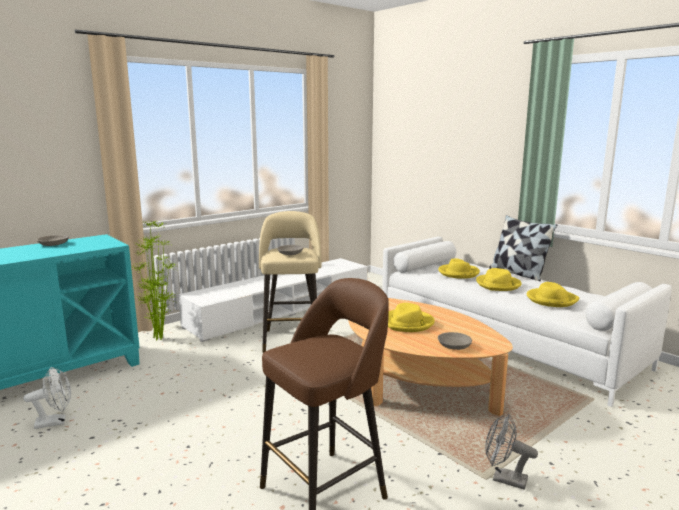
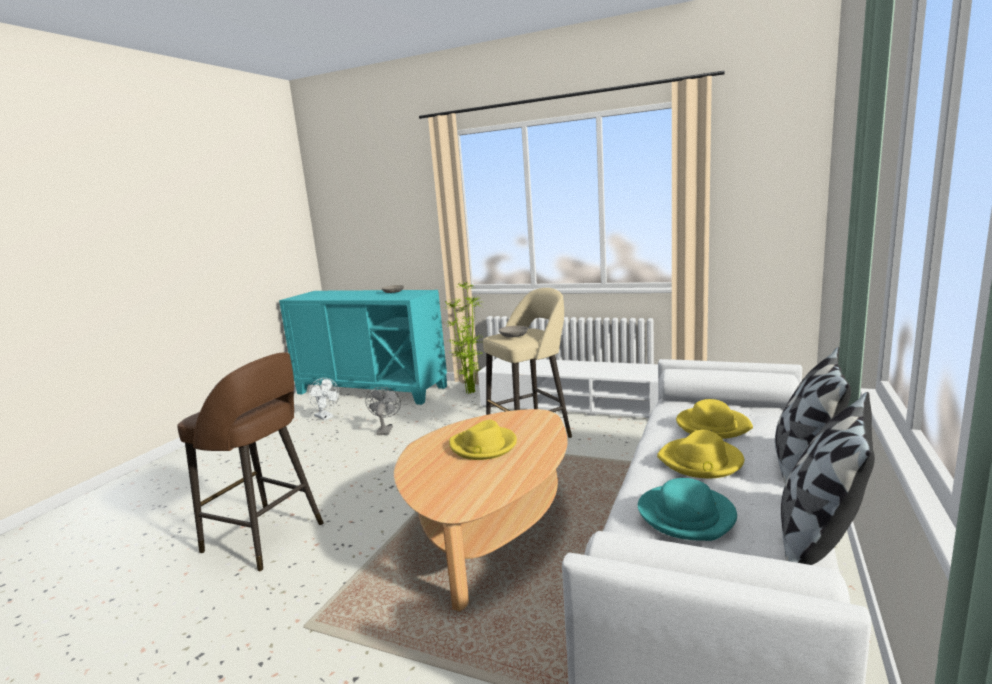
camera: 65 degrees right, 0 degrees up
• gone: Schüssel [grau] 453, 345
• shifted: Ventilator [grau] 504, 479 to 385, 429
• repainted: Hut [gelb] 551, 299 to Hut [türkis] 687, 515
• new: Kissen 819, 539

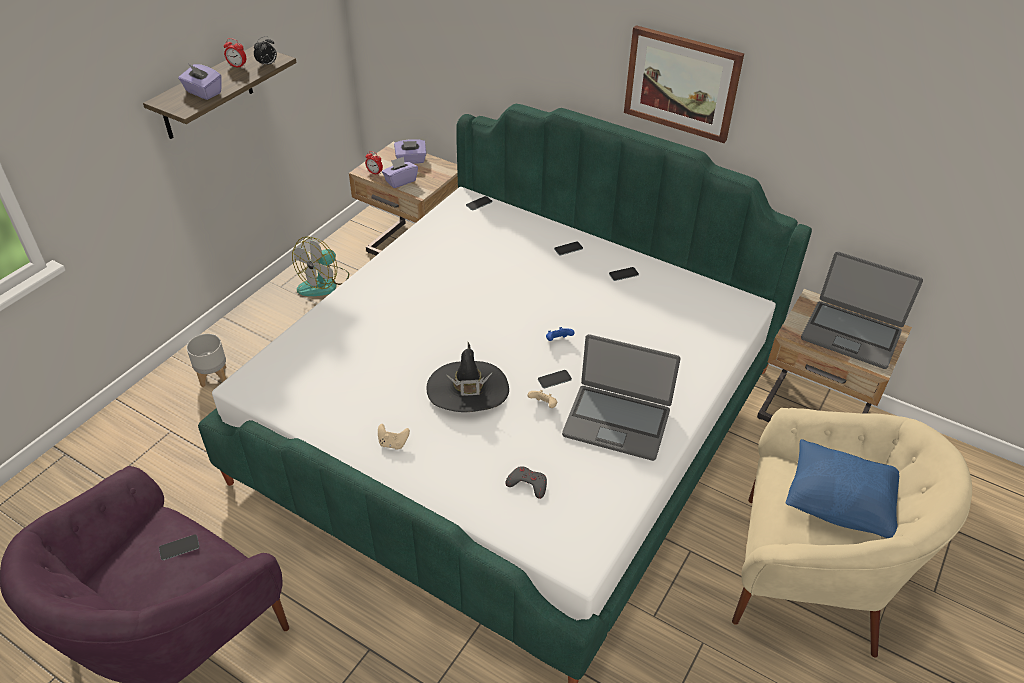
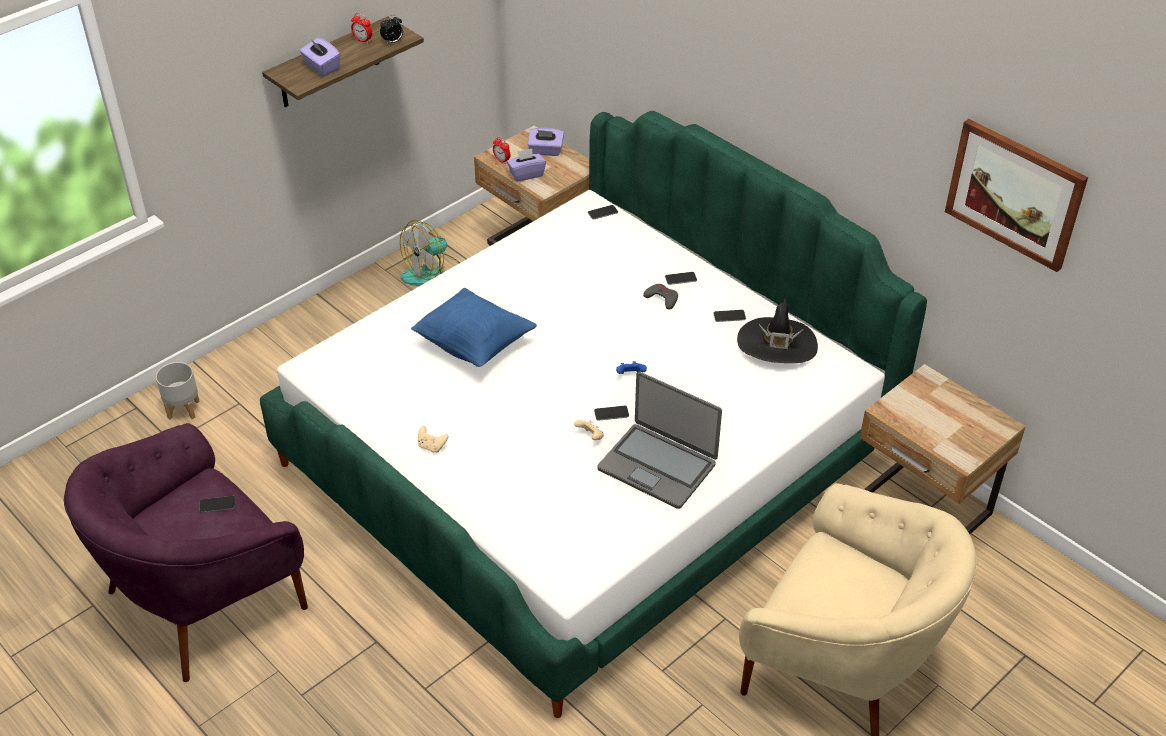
camera: 15 degrees right, 0 degrees up
• shifted: Pflanzkübel [grau] 214, 376 to 184, 409
• shifted: Hut [schwarz] 468, 390 to 777, 345
• shifted: Gamepad [grau] 527, 484 to 662, 298
• shifted: Bild 681, 83 to 1015, 193
• shifted: Kissen [blau] 840, 504 to 474, 345
• gone: Laptop 851, 334

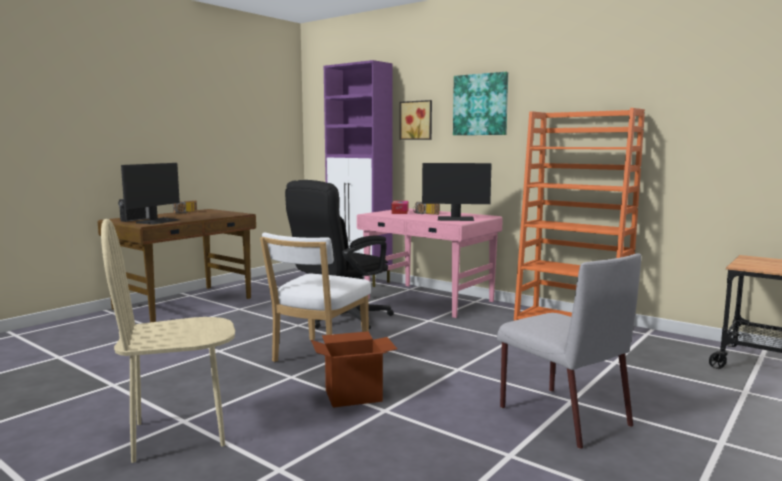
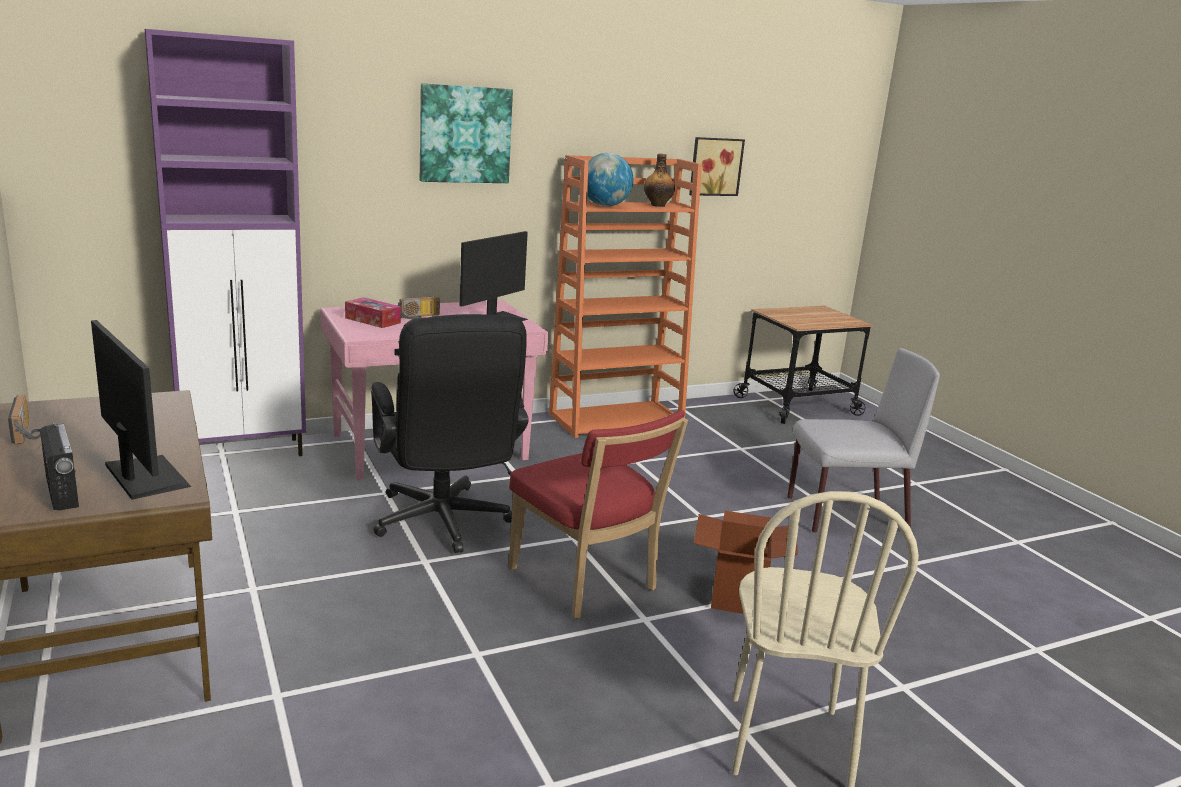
camera: 65 degrees left, 10 degrees up
• repainted: Stuhl [weiß] 318, 357 to Stuhl [rot] 586, 582
• shifted: Bild 417, 120 to 714, 166
• new: Globus 605, 206
• new: Flasche 657, 205

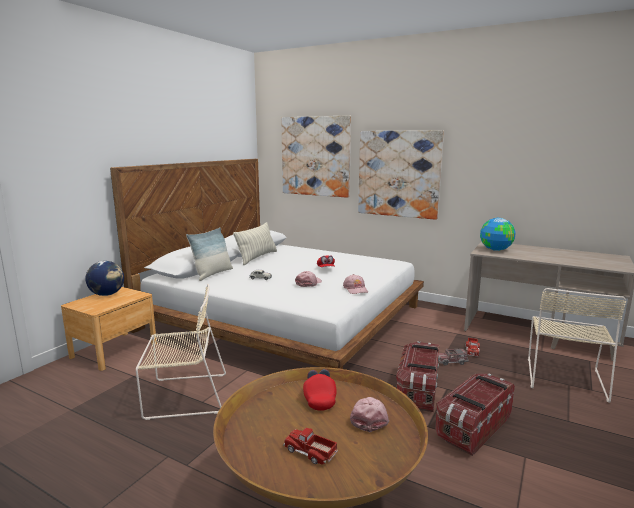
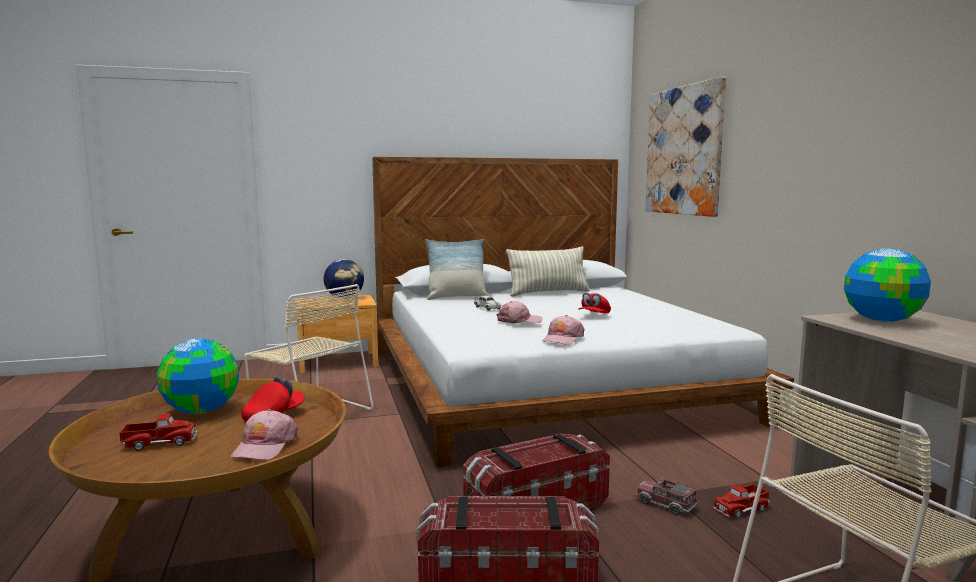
camera: 45 degrees right, 5 degrees down
• rotated: Spielzeuglaster 310, 452 = 160, 443 90 degrees clockwise
• rotated: Kappe [rosa] 369, 417 = 264, 446 135 degrees clockwise
• gone: Bild 398, 174
• new: Globus 202, 410

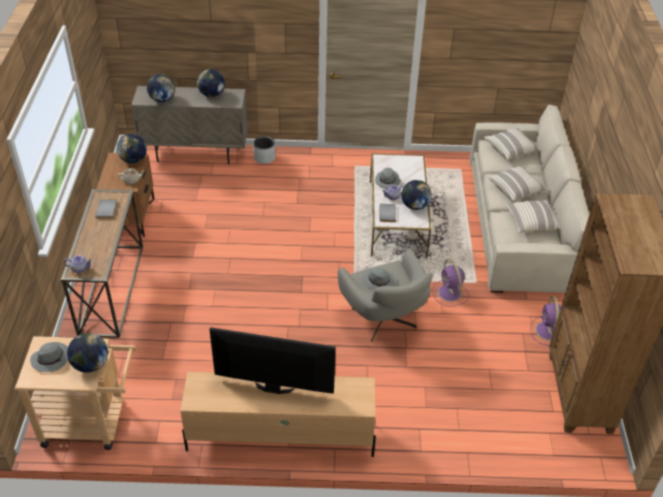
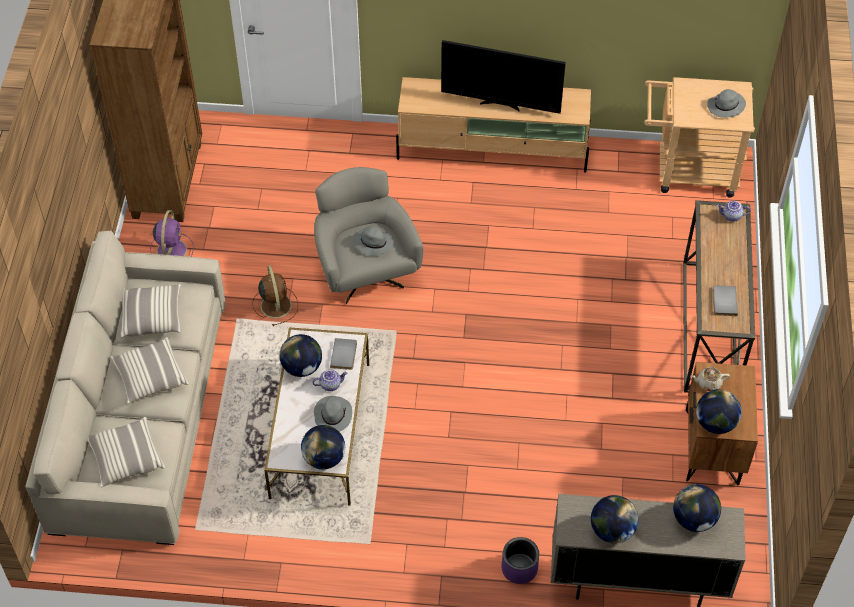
camera: 175 degrees left, 10 degrees up
• shifted: Globus 90, 365 to 324, 458
• repainted: Pflanzkübel [grau] 264, 158 to Pflanzkübel [lila] 519, 568
• repainted: Ventilator [lila] 450, 293 to Ventilator [braun] 275, 304

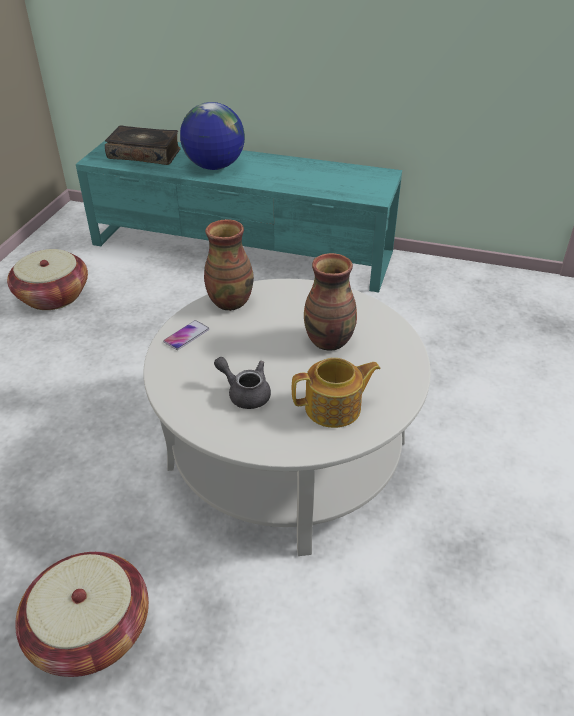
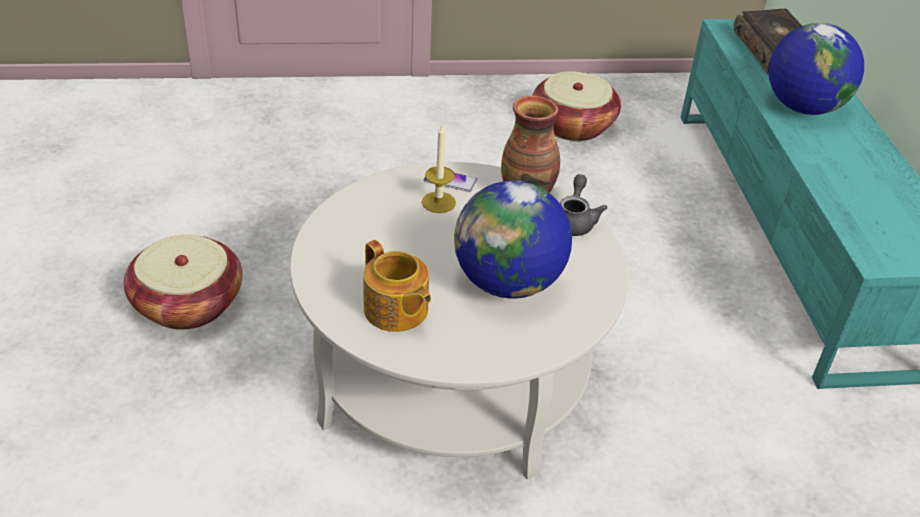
camera: 65 degrees right, 0 degrees up
• shifted: Teekanne [grau] 245, 393 to 574, 221
• swapped: Vase 330, 341 to Globus 508, 283
• new: Kerze 438, 202

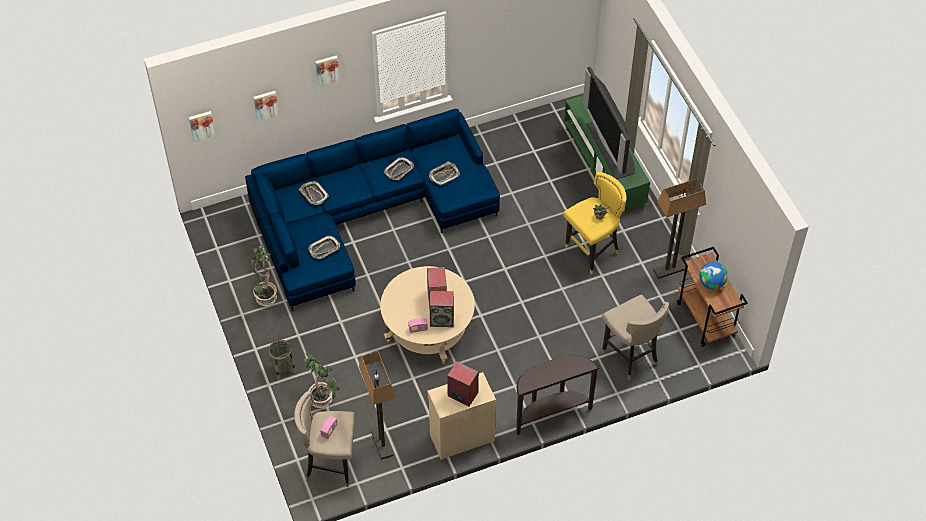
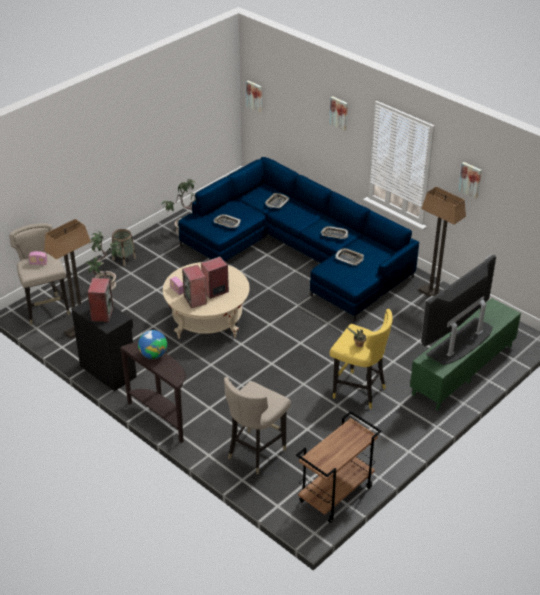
camera: 65 degrees right, 15 degrees down
• shifted: Bild 265, 105 to 470, 179
• repainted: Schrank [beige] 461, 437 to Schrank [schwarz] 108, 370
• shifted: Stehlampe 669, 269 to 433, 294
• shifted: Globus 711, 283 to 153, 355

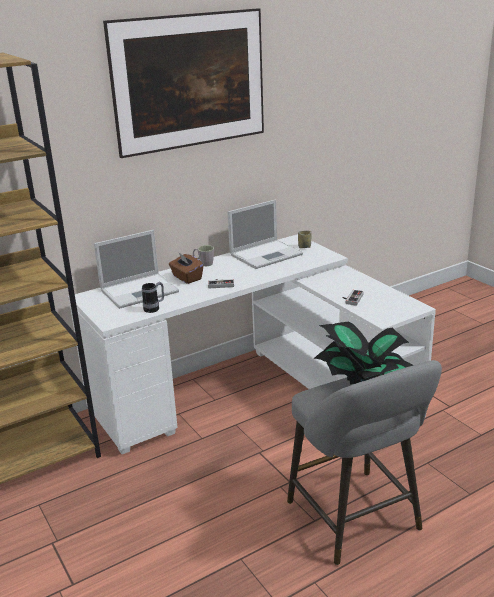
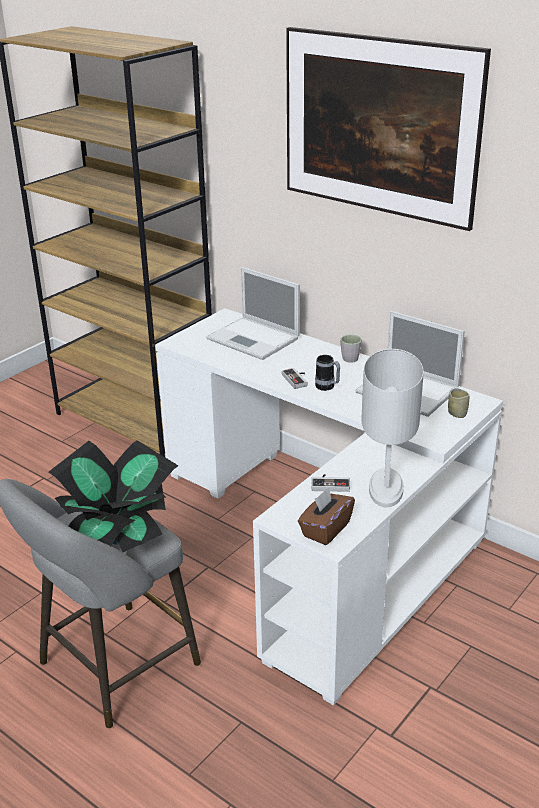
camera: 70 degrees right, 5 degrees up
• shifted: Henkelbecher 154, 308 to 327, 387
• shifted: Taschentuchbox [braun] 186, 278 to 325, 529
• new: Tischlampe [weiß] 385, 488

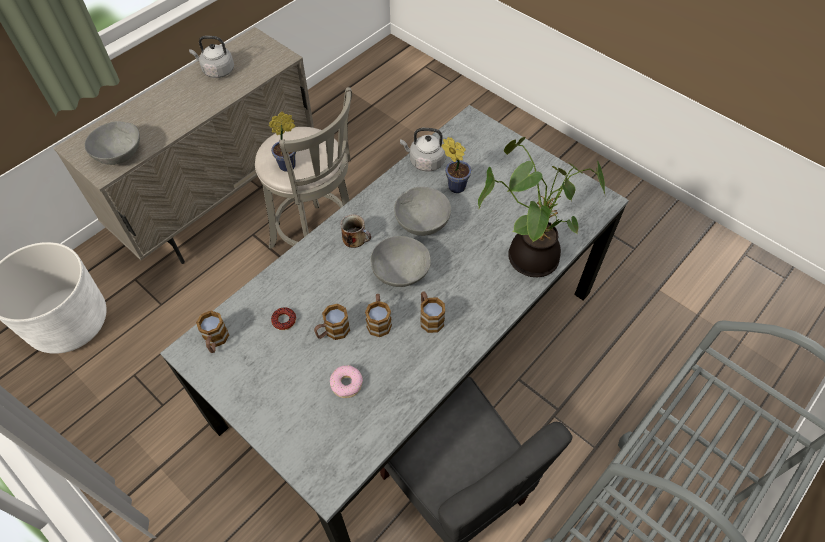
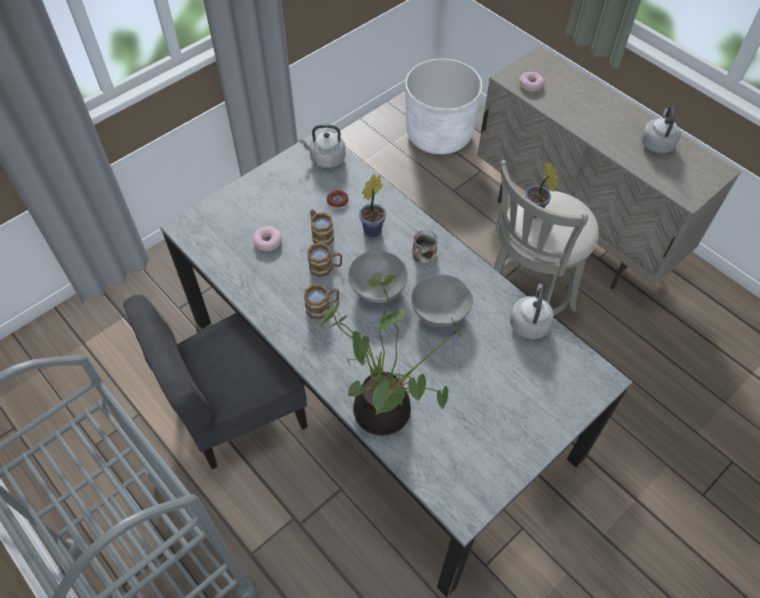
camera: 95 degrees right, 0 degrees up
• swapped: Schüssel [grau] 120, 155 to Donut 530, 85
• swapped: Henkelbecher 215, 341 to Wasserkessel [grau] 325, 159
• shifted: Topfpflanze 454, 186 to 374, 229

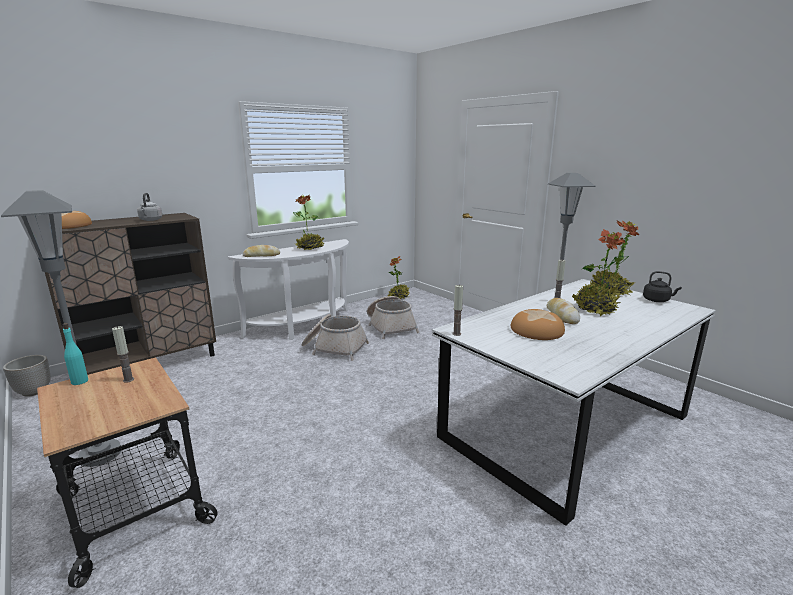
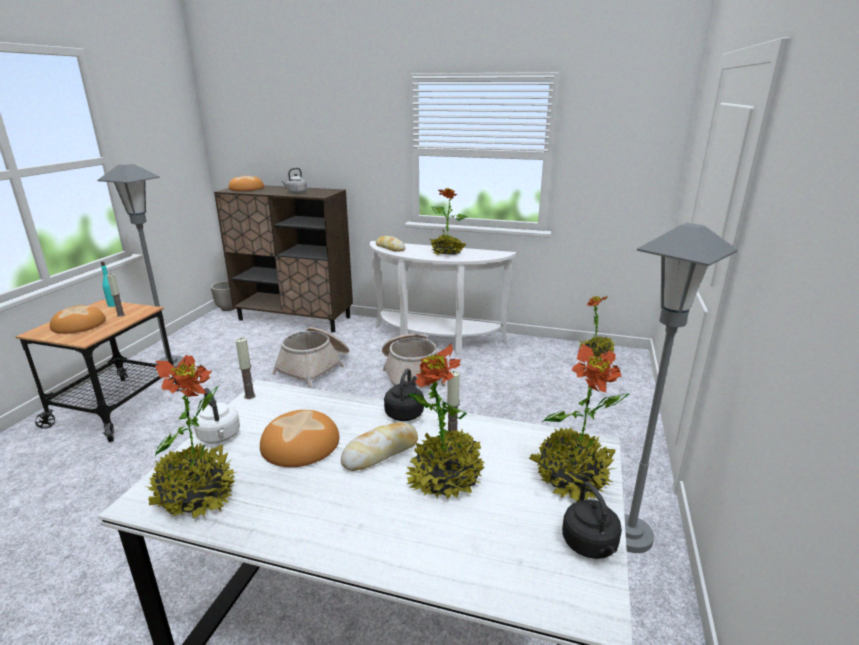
camera: 55 degrees right, 5 degrees up
• shifted: Korb 390, 326 to 315, 366
• new: Brot 79, 324
• new: Topfpflanze 196, 495
• new: Wasserkessel [weiß] 219, 437
• new: Wasserkessel [schwarz] 405, 413

